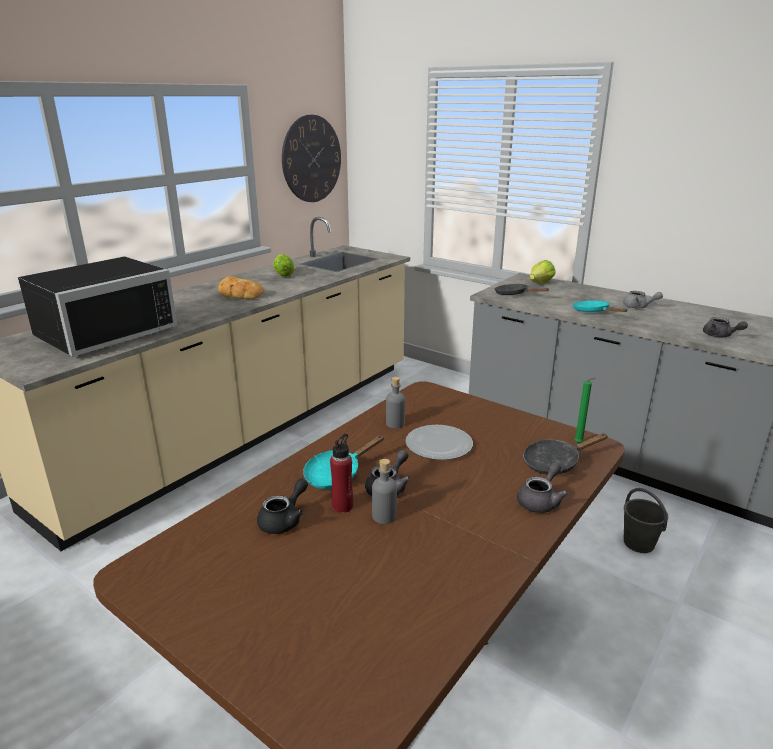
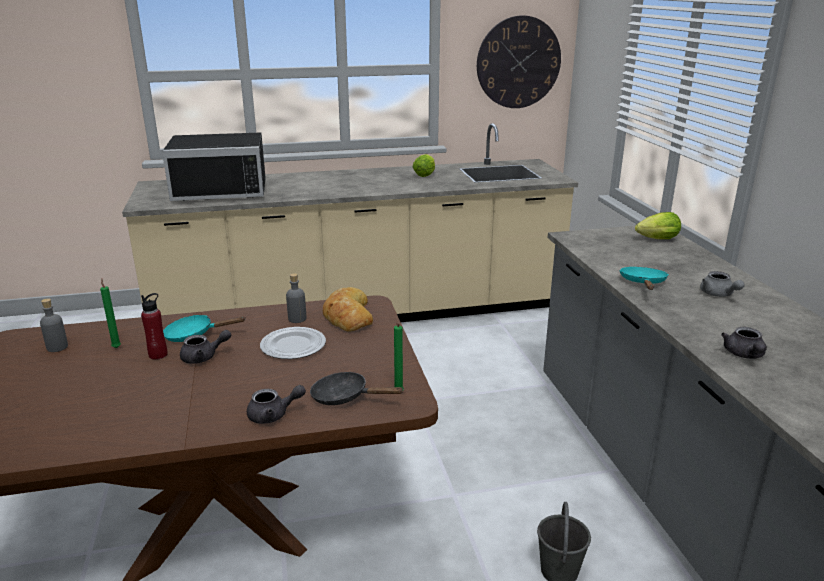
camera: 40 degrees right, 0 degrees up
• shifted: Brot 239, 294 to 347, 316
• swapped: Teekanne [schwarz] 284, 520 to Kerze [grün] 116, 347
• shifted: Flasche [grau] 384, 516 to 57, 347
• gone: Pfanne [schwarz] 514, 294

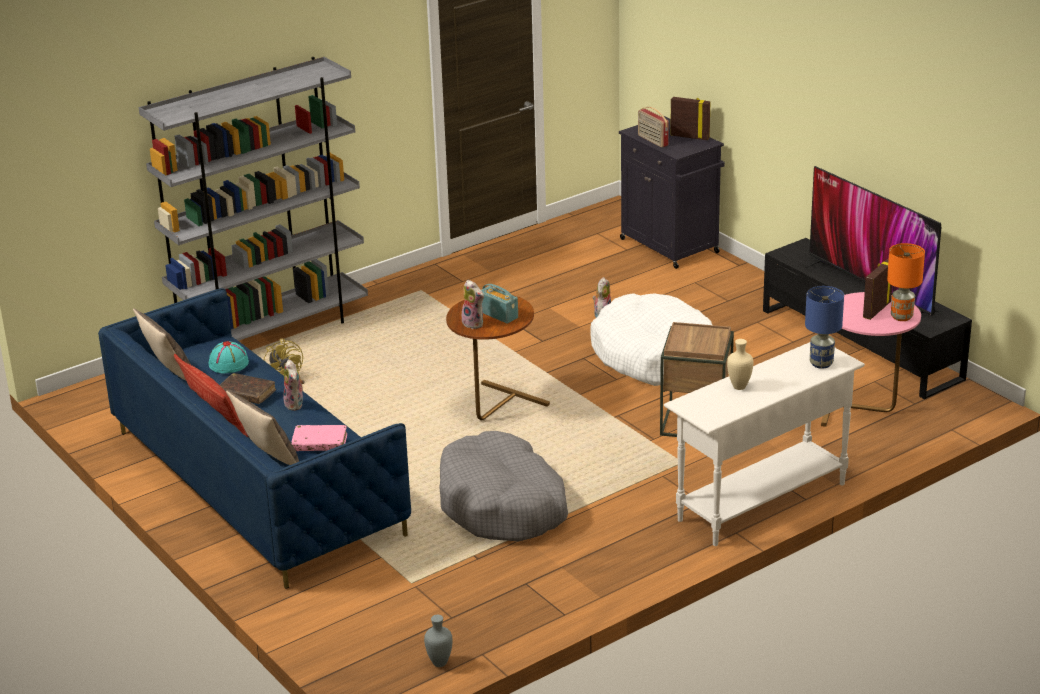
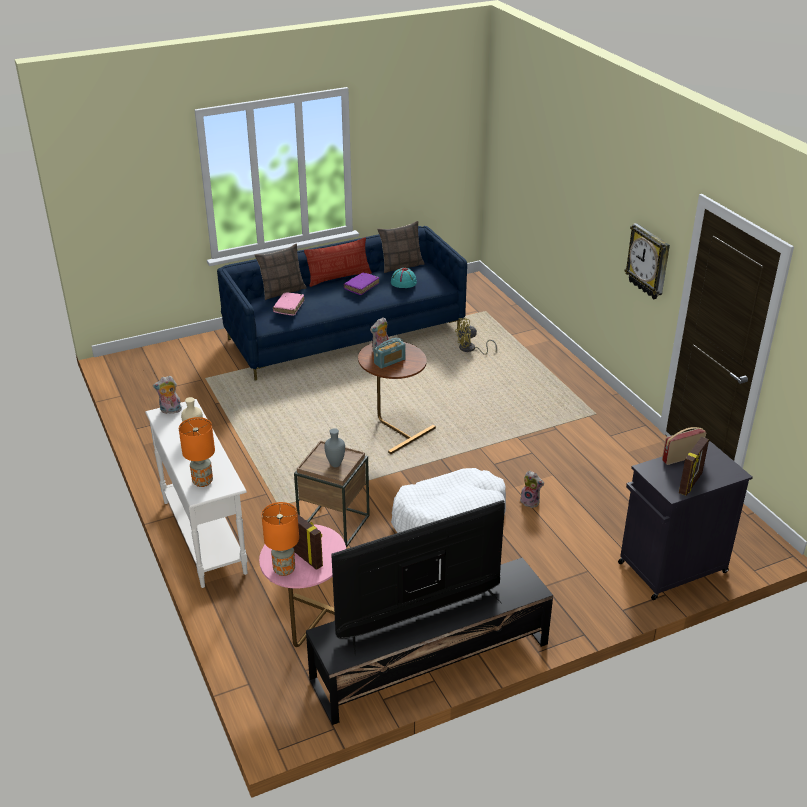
camera: 100 degrees right, 5 degrees up
• gone: Bücherregal [grau] 272, 333
• repainted: Buch [braun] 246, 394 to Buch [lila] 361, 287
• shifted: Plüschtier 295, 404 to 170, 411
• shifted: Vase [grau] 439, 663 to 336, 464
• gone: Hundebett [grau] 502, 505
• repainted: Tischlampe [blau] 821, 363 to Tischlampe [orange] 202, 482
• new: Wanduhr 648, 262

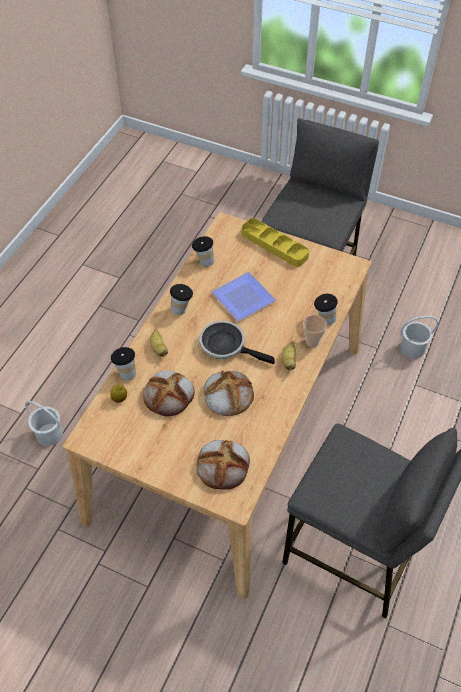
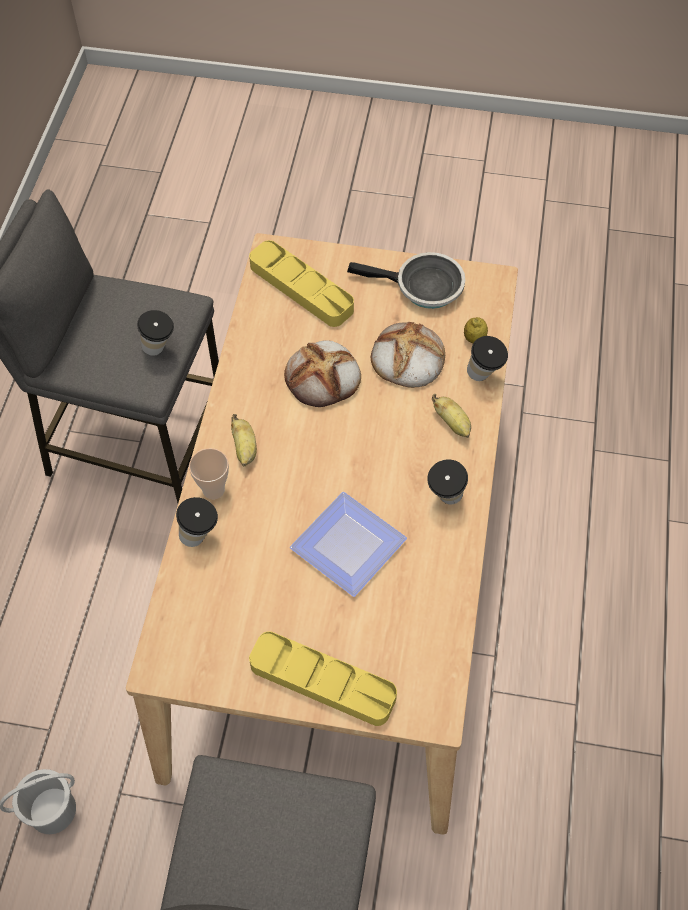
camera: 165 degrees right, 5 degrees up
• gone: Eimer [weiß] 49, 434
• shifted: Tasse 203, 261 to 160, 349
• swapped: Brot 223, 465 to Tablett [gelb] 301, 288
• shifted: Pfanne 226, 345 to 423, 287

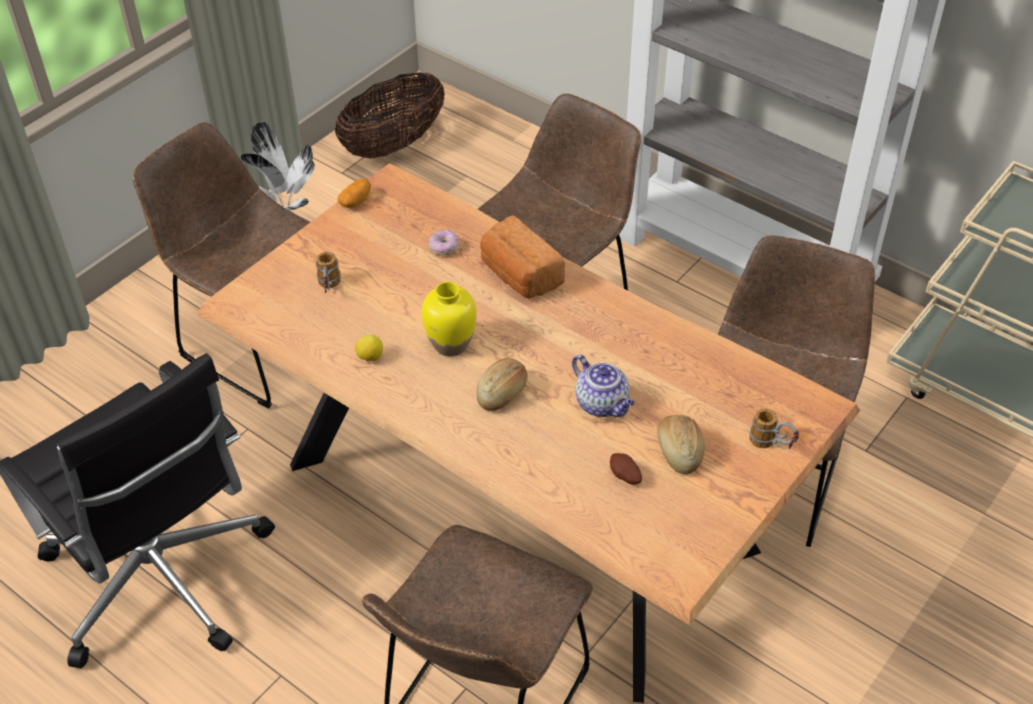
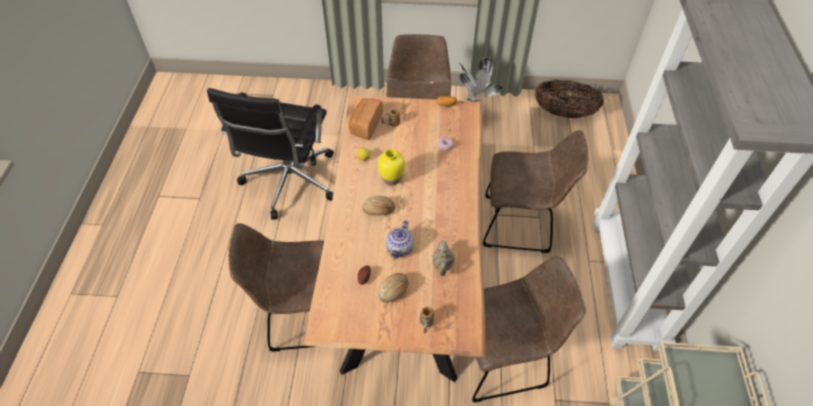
camera: 55 degrees right, 5 degrees up
• shifted: Brot 519, 275 to 365, 125
• new: Teekanne [beige] 442, 265

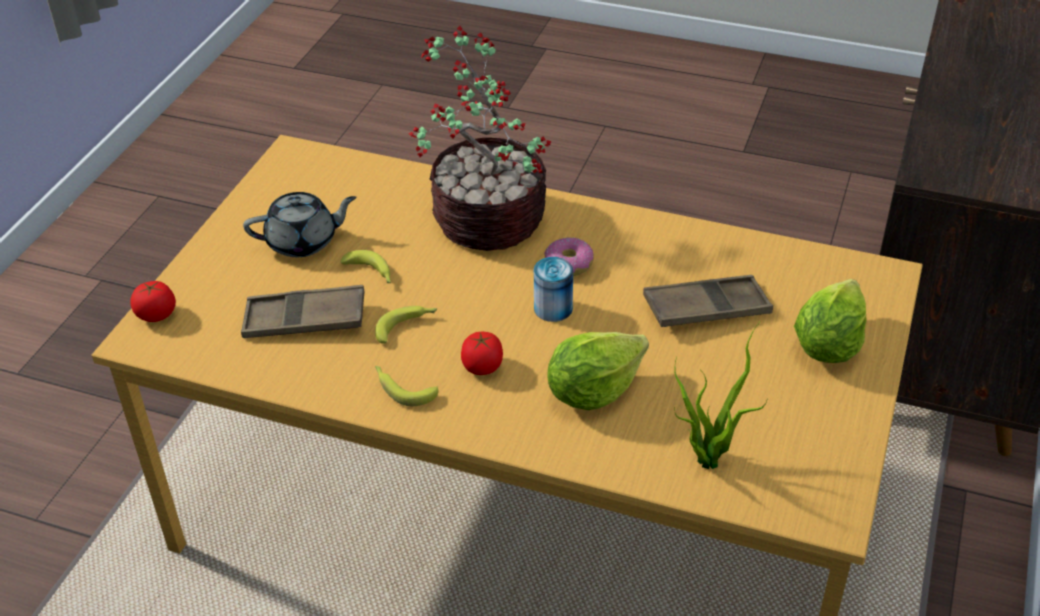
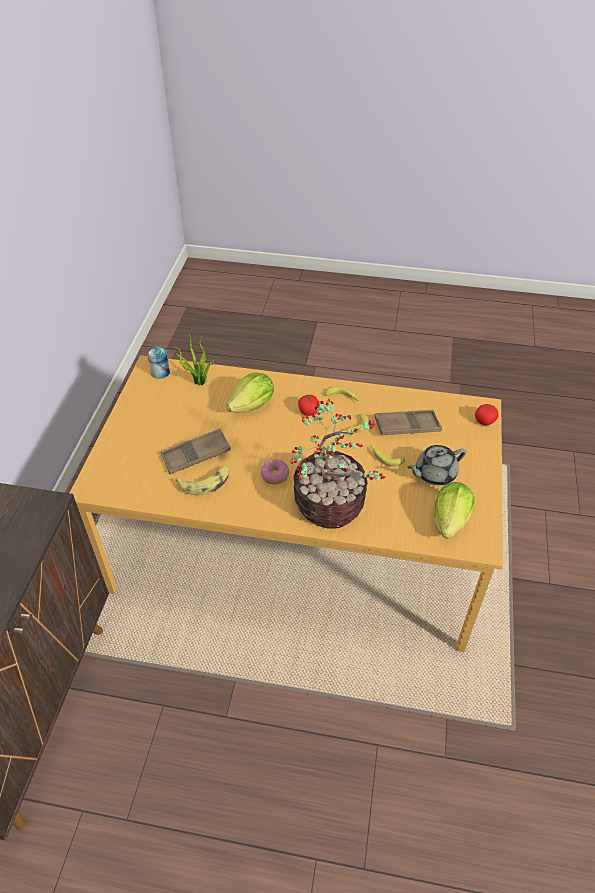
camera: 170 degrees right, 5 degrees up
• shifted: Dose 553, 308 to 160, 372
• shifted: Salatkopf 828, 345 to 450, 520
• new: Banane 206, 482

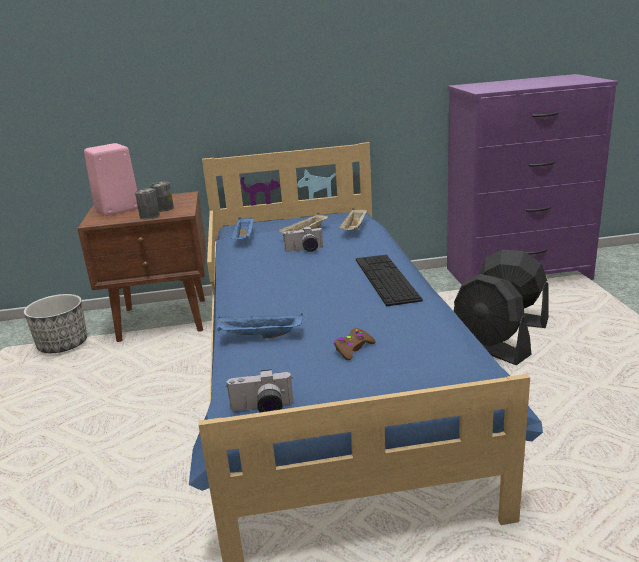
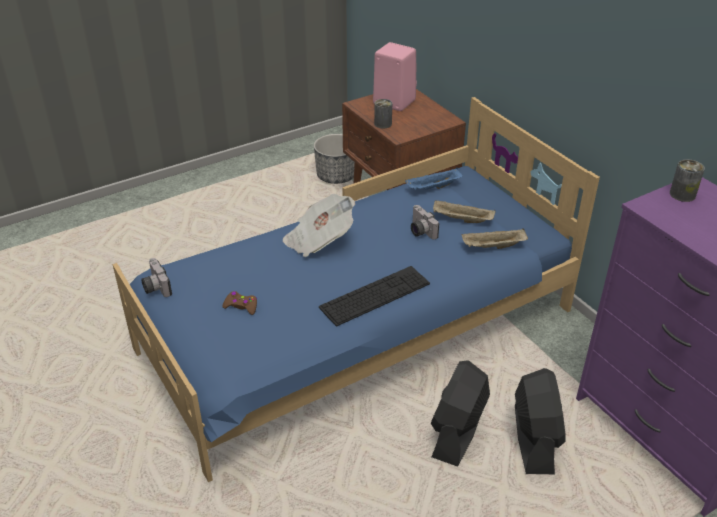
camera: 65 degrees right, 15 degrees up
• shifted: Dose 164, 208 to 682, 194
• gone: Tablett [blau] 259, 336
• new: Zeitung 319, 240

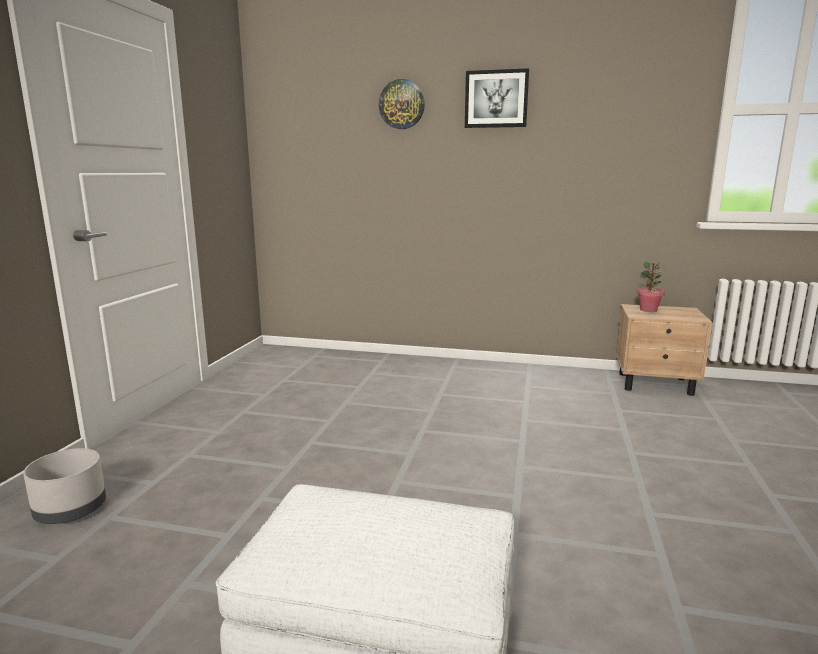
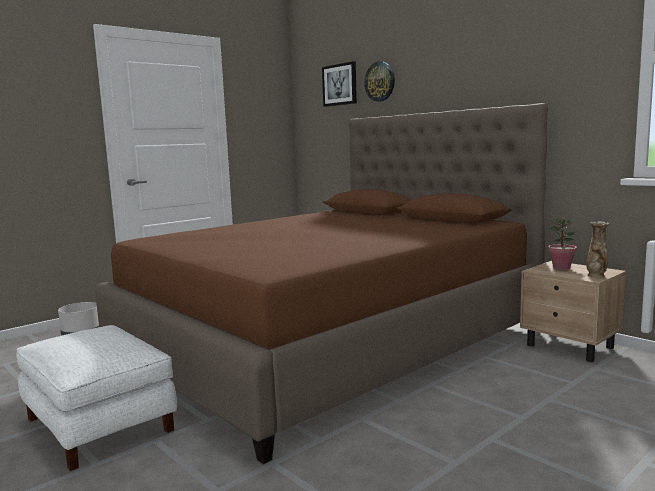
camera: 35 degrees right, 5 degrees down
• shifted: Bild 496, 99 to 340, 84
• new: Bett [braun] 330, 343
• new: Vase 596, 276

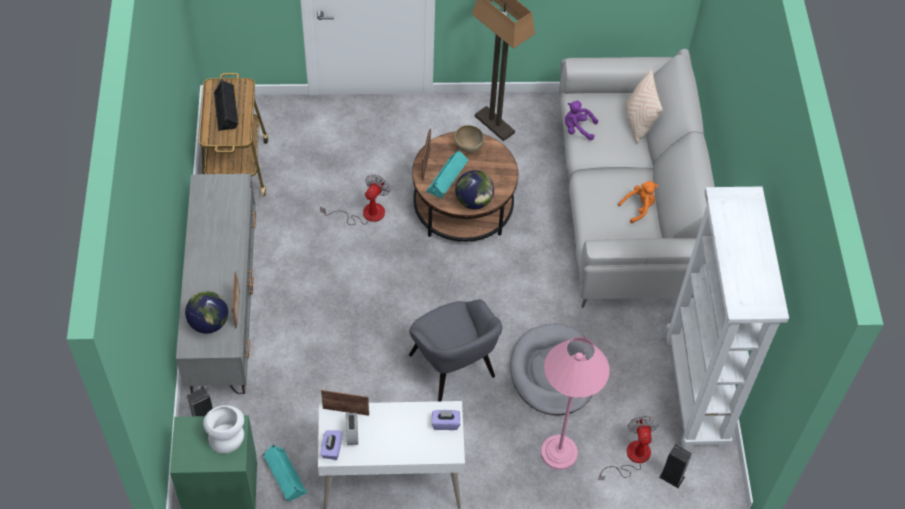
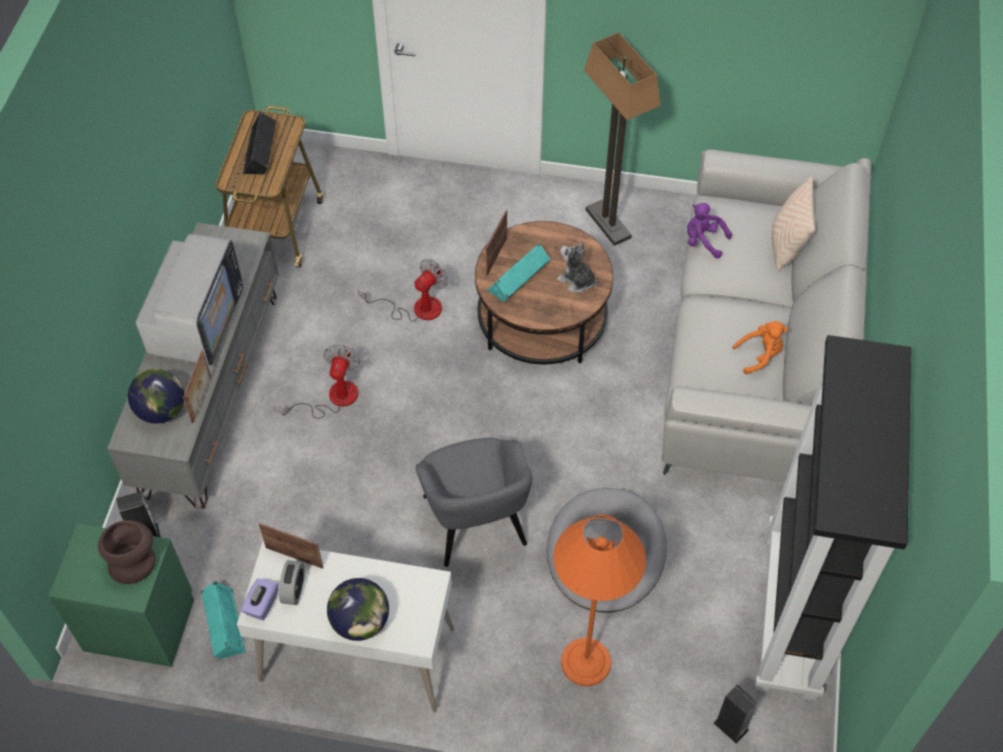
camera: 15 degrees right, 0 degrees up
• repainted: Vase [weiß] 226, 436 to Vase [braun] 133, 561
• gone: Taschentuchbox [lila] 445, 423
• gone: Schüssel [braun] 468, 147
• shifted: Globus 473, 201 to 360, 621
• repainted: Stehlampe [rosa] 559, 452 to Stehlampe [orange] 586, 662
• shifted: Ventilator 631, 457 to 333, 398
• repainted: Bücherregal [weiß] 696, 391 to Bücherregal [schwarz] 792, 614
• new: Fernseher 197, 323
• new: Plüschtier 576, 281

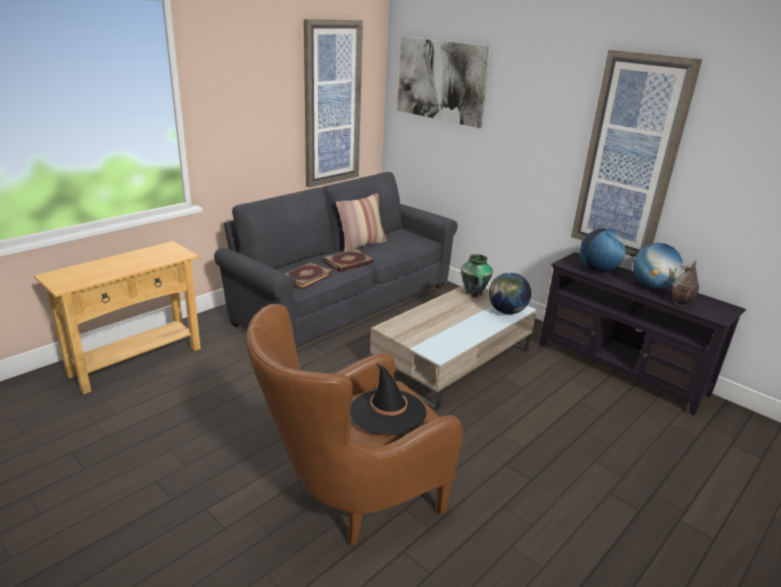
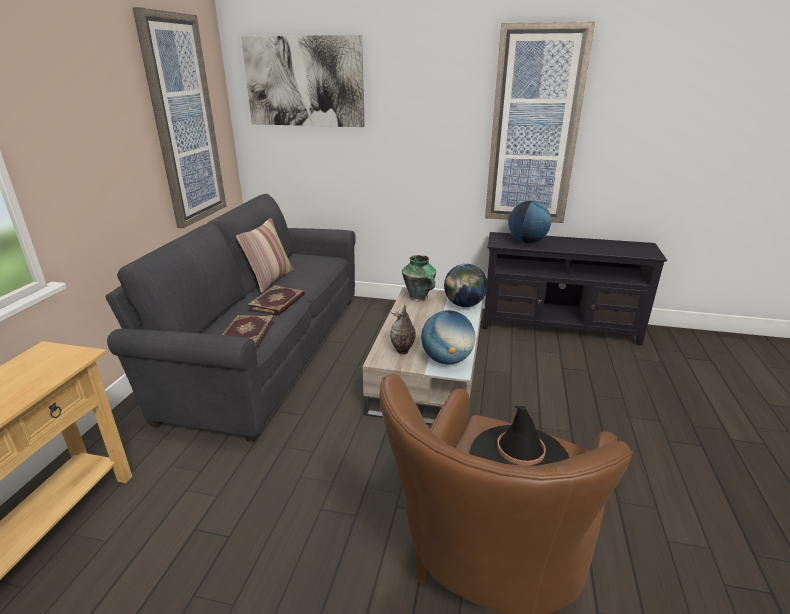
camera: 30 degrees left, 0 degrees up
• shifted: Globus 651, 286 to 446, 360
• shifted: Vase 680, 304 to 402, 351

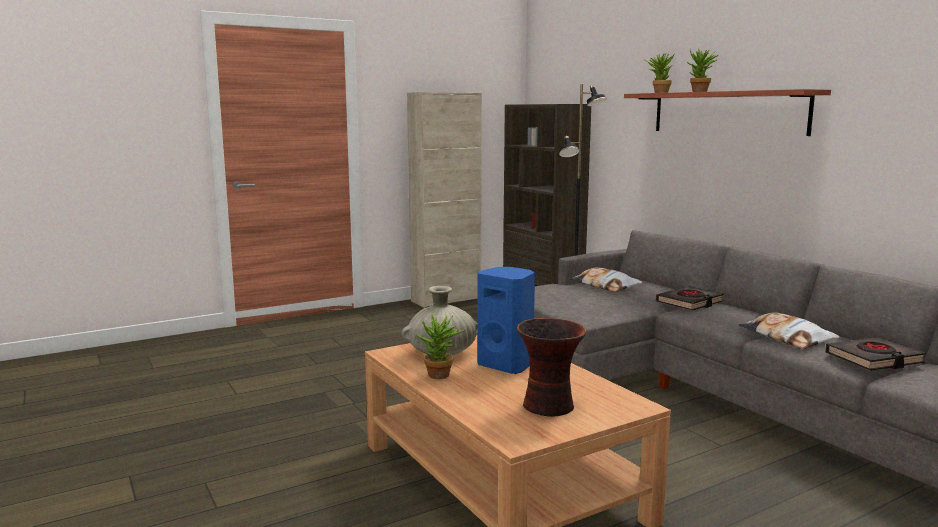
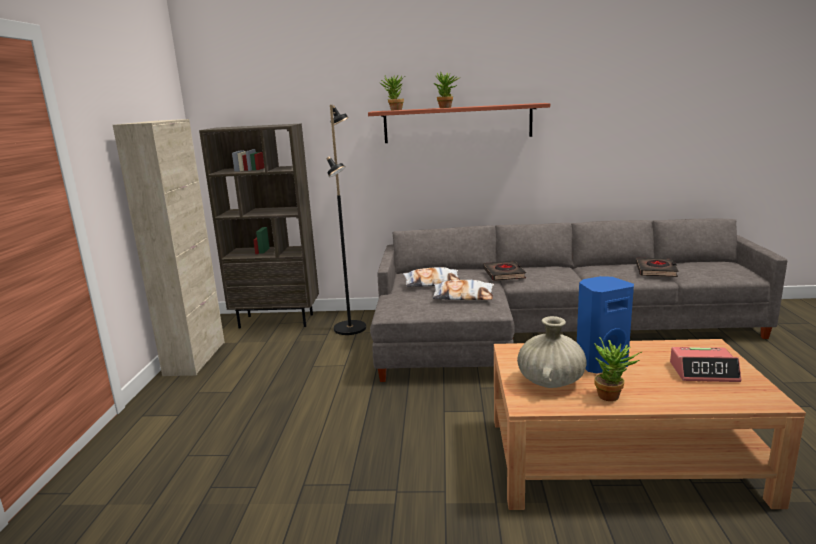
camera: 55 degrees left, 5 degrees up
• swapped: Vase 550, 406 to Wecker 704, 372
• shifted: Kissen 786, 338 to 463, 296

